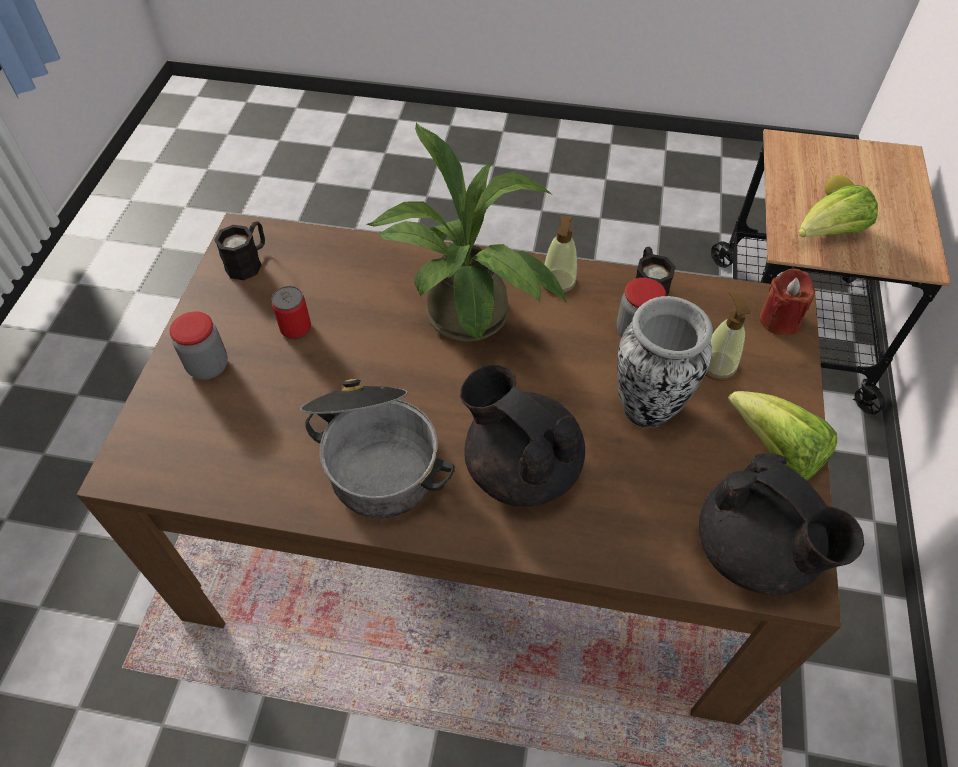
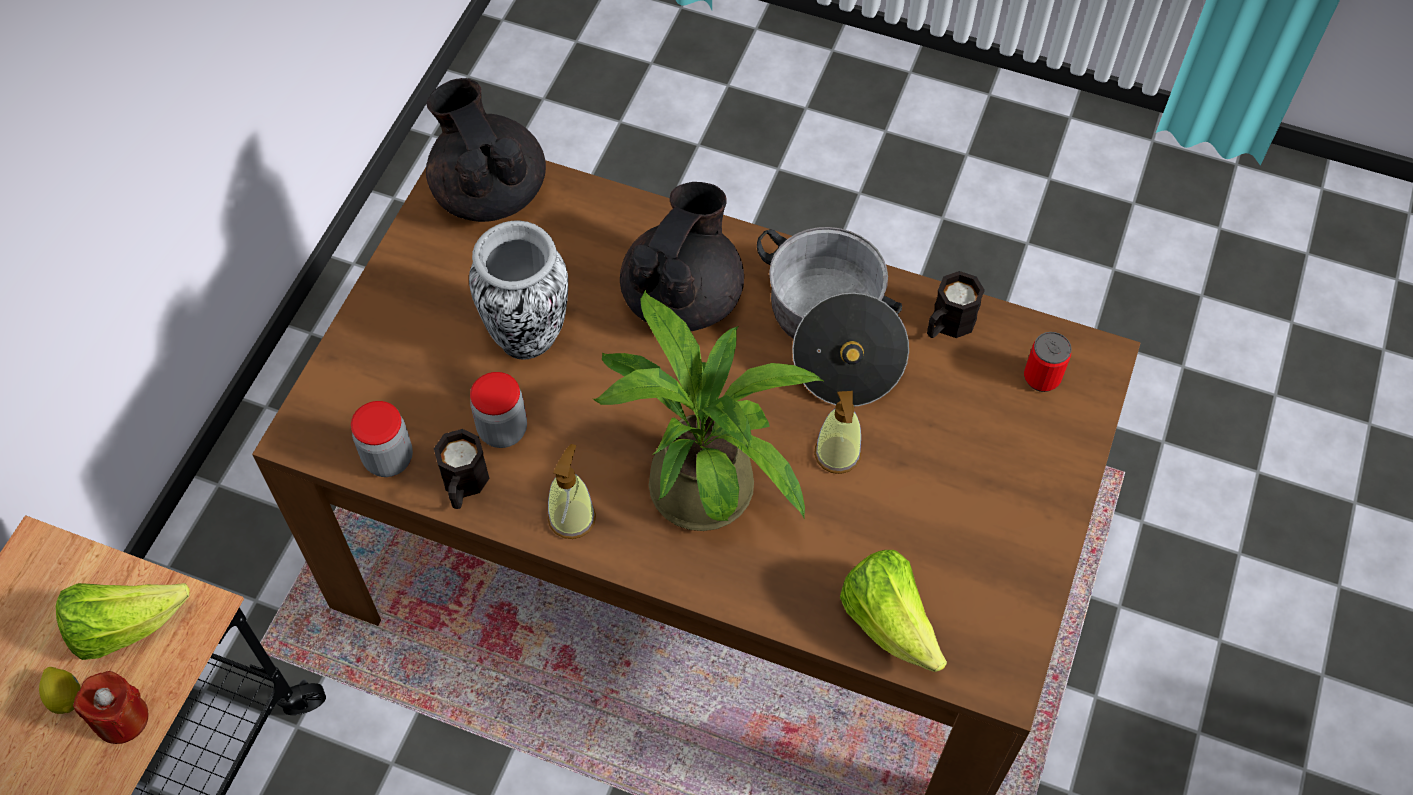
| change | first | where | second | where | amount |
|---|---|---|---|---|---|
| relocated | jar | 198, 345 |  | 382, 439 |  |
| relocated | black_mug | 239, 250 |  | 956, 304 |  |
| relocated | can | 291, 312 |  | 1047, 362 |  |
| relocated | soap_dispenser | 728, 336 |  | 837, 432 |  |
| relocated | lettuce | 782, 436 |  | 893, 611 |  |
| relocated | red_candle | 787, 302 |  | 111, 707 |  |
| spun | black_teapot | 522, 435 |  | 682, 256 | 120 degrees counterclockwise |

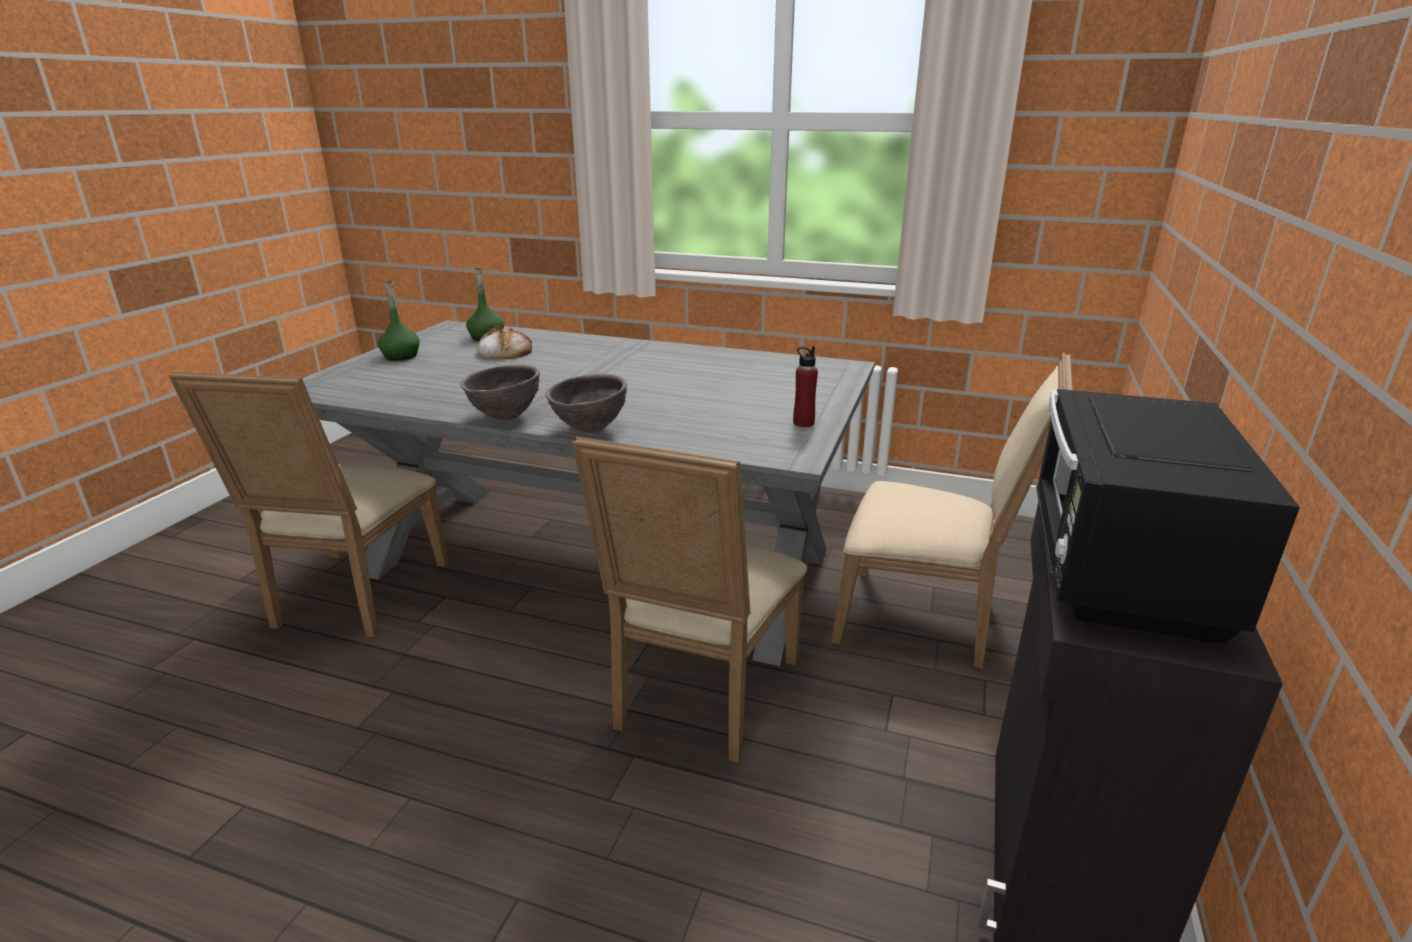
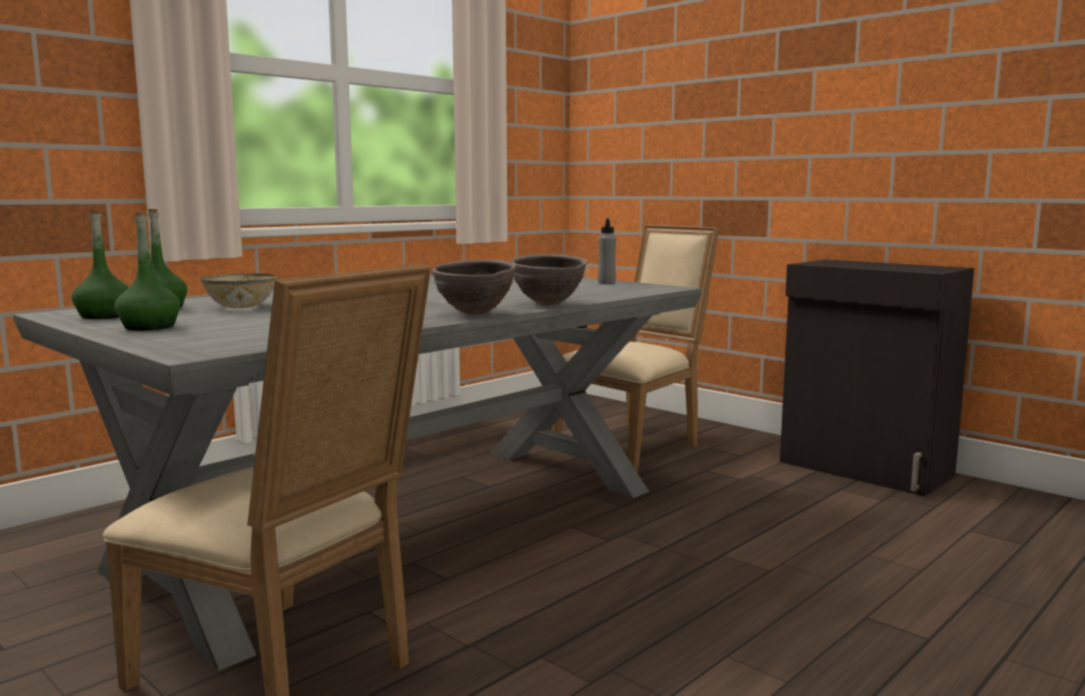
| change | first | where | second | where | amount |
|---|---|---|---|---|---|
| missing | beige_chair | 689, 600 |  |  |  |
| missing | black_microwave | 1168, 516 |  |  |  |
| appeared |  |  | green_bottle | 100, 264 |  |
| exchanged | bread | 504, 342 | bowl | 238, 290 |  |
| colour | red_bottle | 805, 386 | grey_bottle | 607, 251 |  |

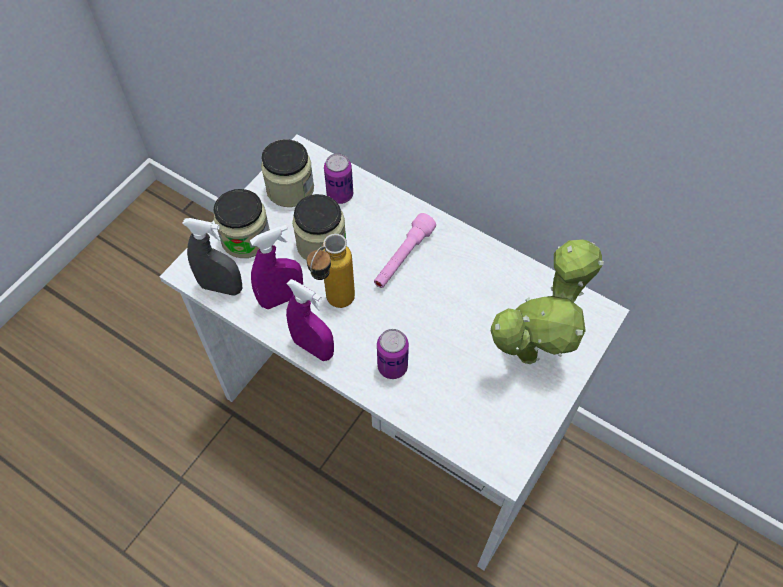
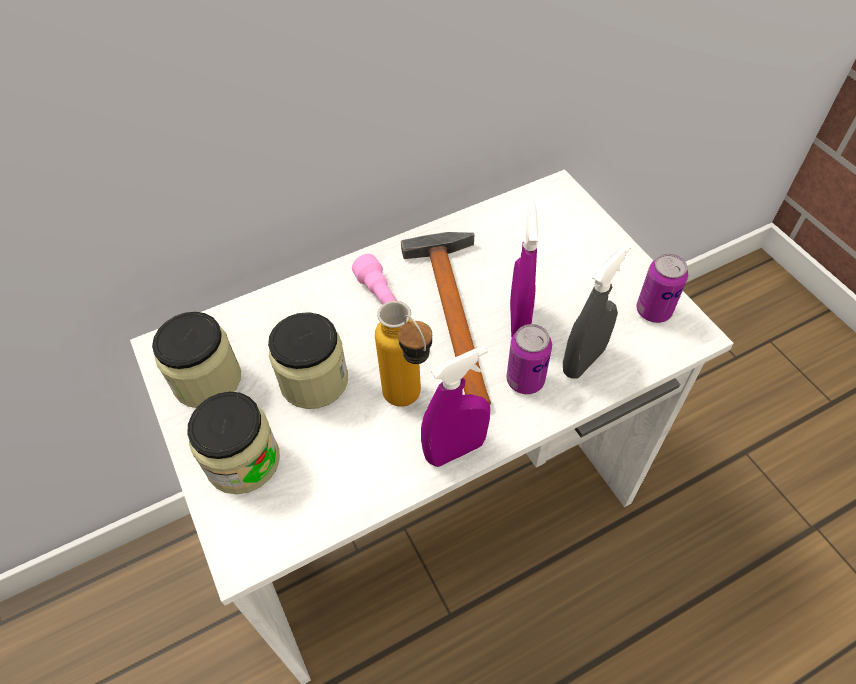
| change | first | where | second | where | amount |
|---|---|---|---|---|---|
| missing | potted_plant | 547, 301 |  |  |  |
| appeared |  |  | hammer | 446, 318 |  |
| relocated | grey_spray_bottle | 212, 257 |  | 596, 311 |  |
| relocated | purple_spray_bottle | 276, 267 |  | 524, 268 |  |
| relocated | can | 338, 178 |  | 662, 288 |  |

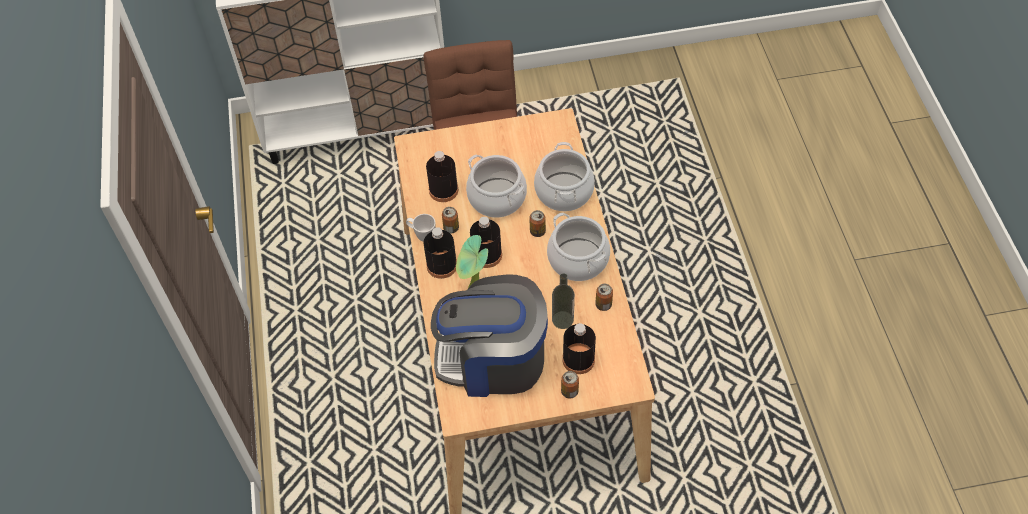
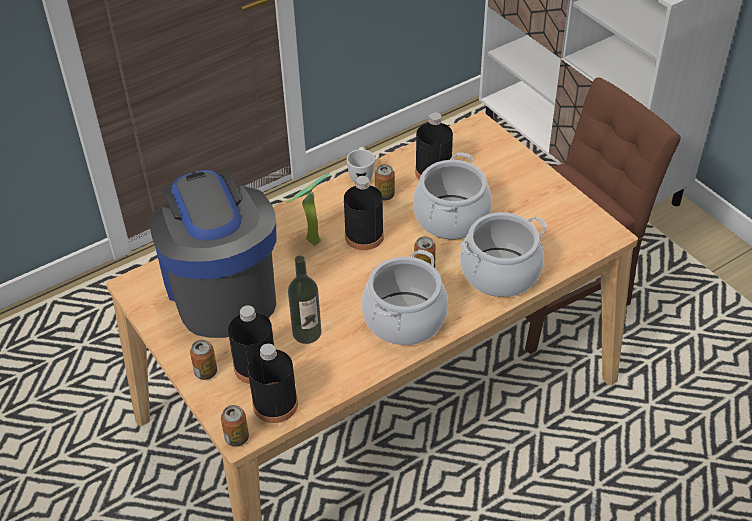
| change | first | where | second | where | amount |
|---|---|---|---|---|---|
| relocated | black_bottle | 440, 253 |  | 273, 383 |  |
| relocated | can | 604, 297 |  | 235, 426 |  |

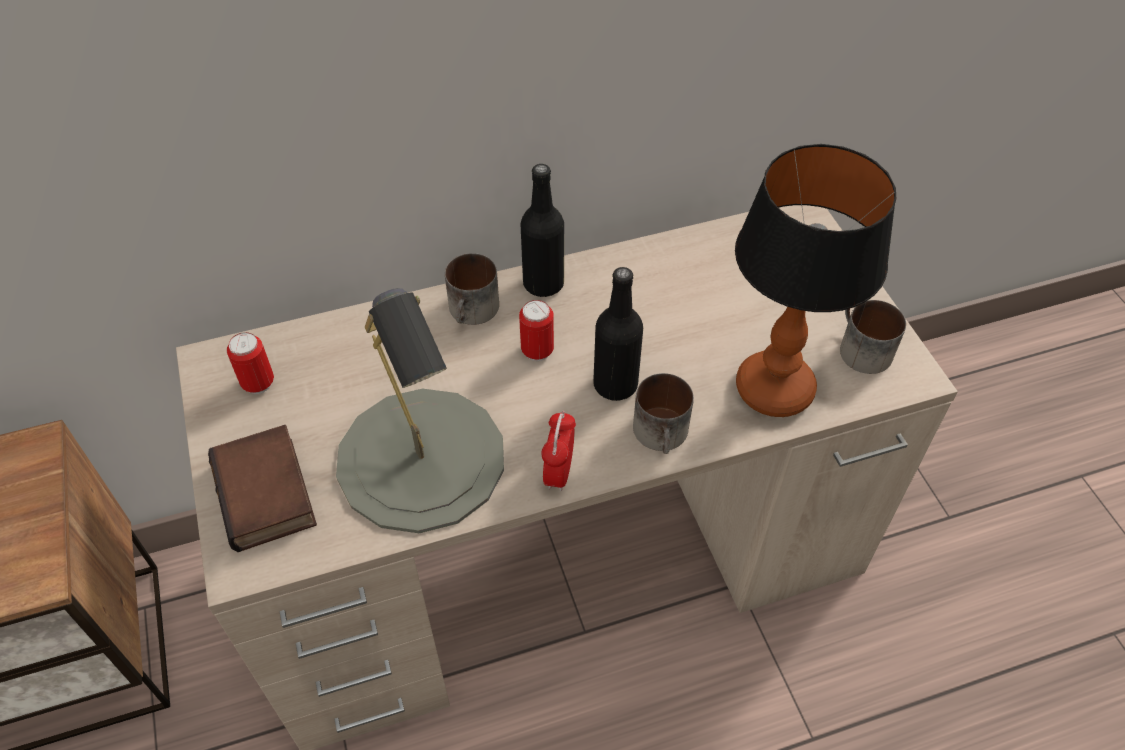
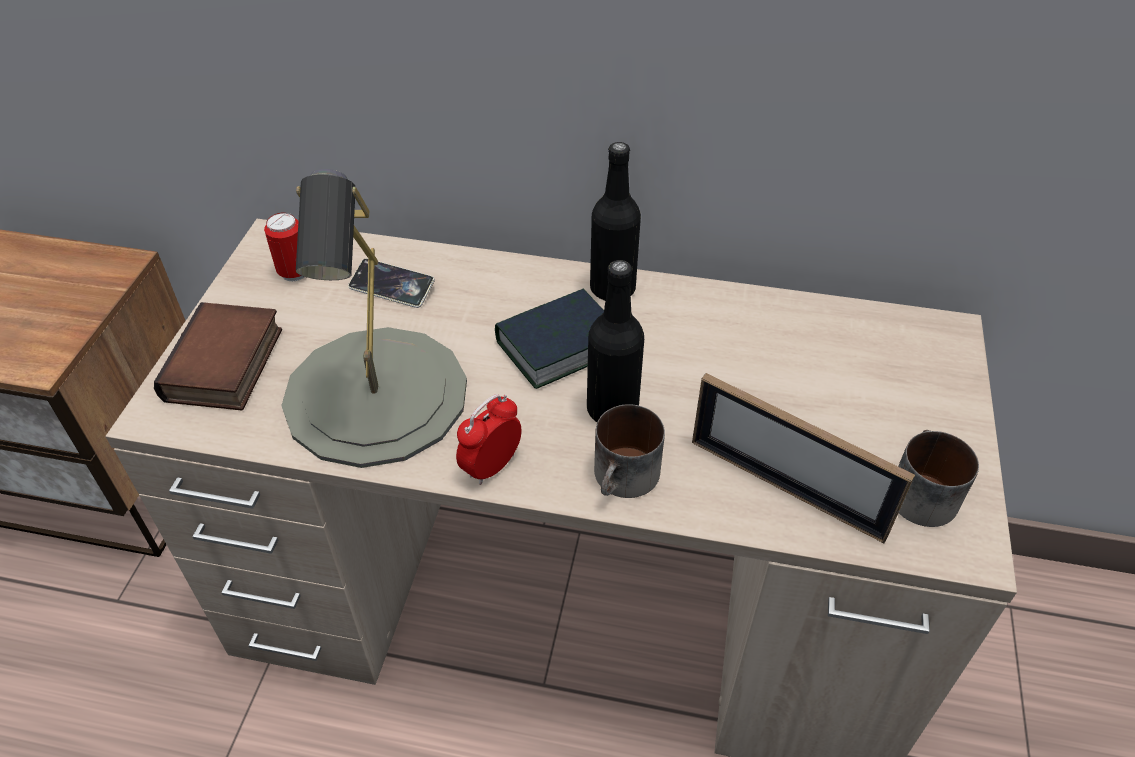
| change | first | where | second | where | amount |
|---|---|---|---|---|---|
| missing | mug | 472, 289 |  |  |  |
| appeared |  |  | phone | 391, 283 |  |
| exchanged | can | 536, 330 | book | 549, 339 |  |
| exchanged | table_lamp | 815, 280 | picture_frame | 803, 458 |  |

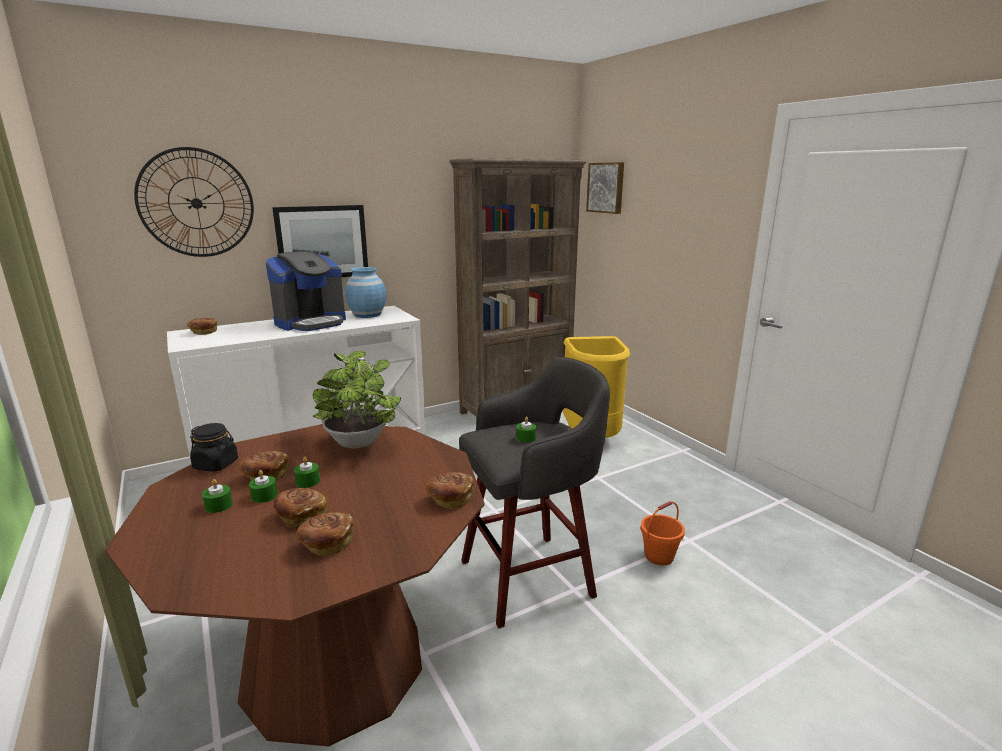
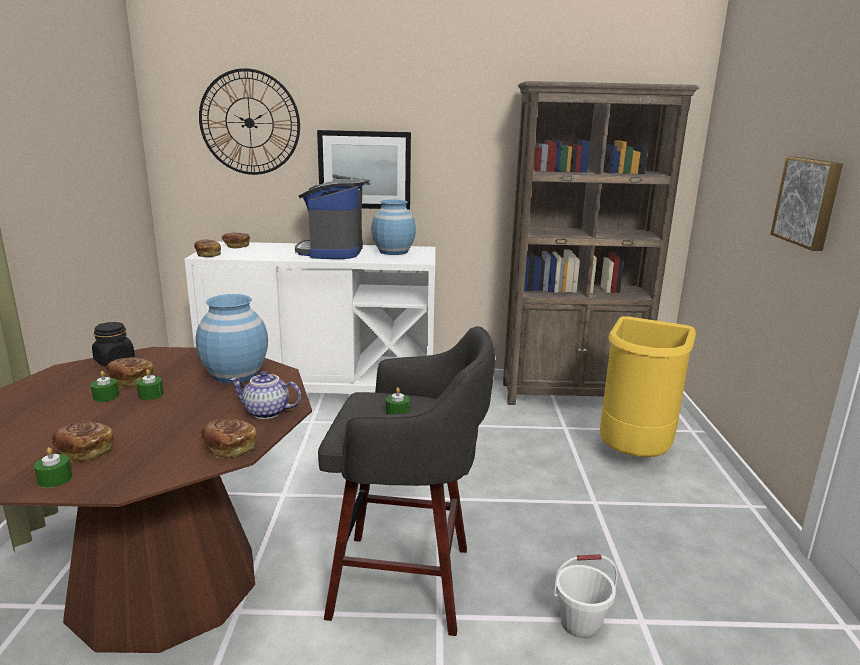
| change | first | where | second | where | amount |
|---|---|---|---|---|---|
| appeared |  |  | teapot | 265, 395 |  |
| relocated | green_candle | 217, 496 |  | 53, 467 |  |
| relocated | bread | 300, 507 |  | 207, 248 |  |
| relocated | picture | 605, 188 |  | 806, 203 |  |
| exchanged | potted_plant | 356, 399 | blue_vase | 232, 338 |  |
| colour | orange_bucket | 663, 533 | white_bucket | 585, 596 |  |
| spun | coffee_machine | 306, 291 |  | 330, 219 | 105 degrees clockwise |

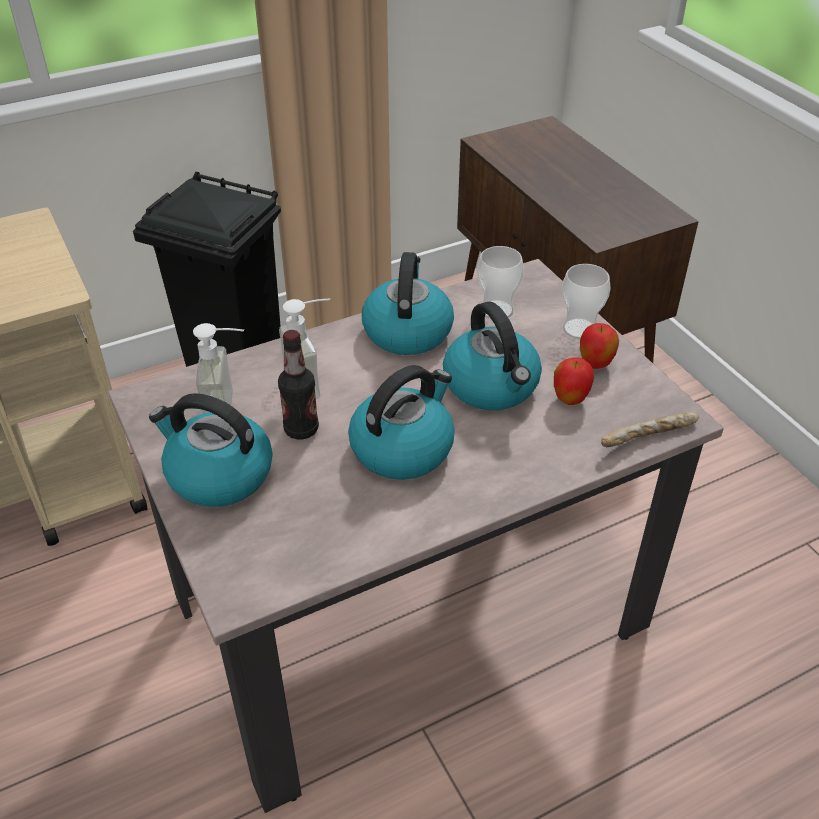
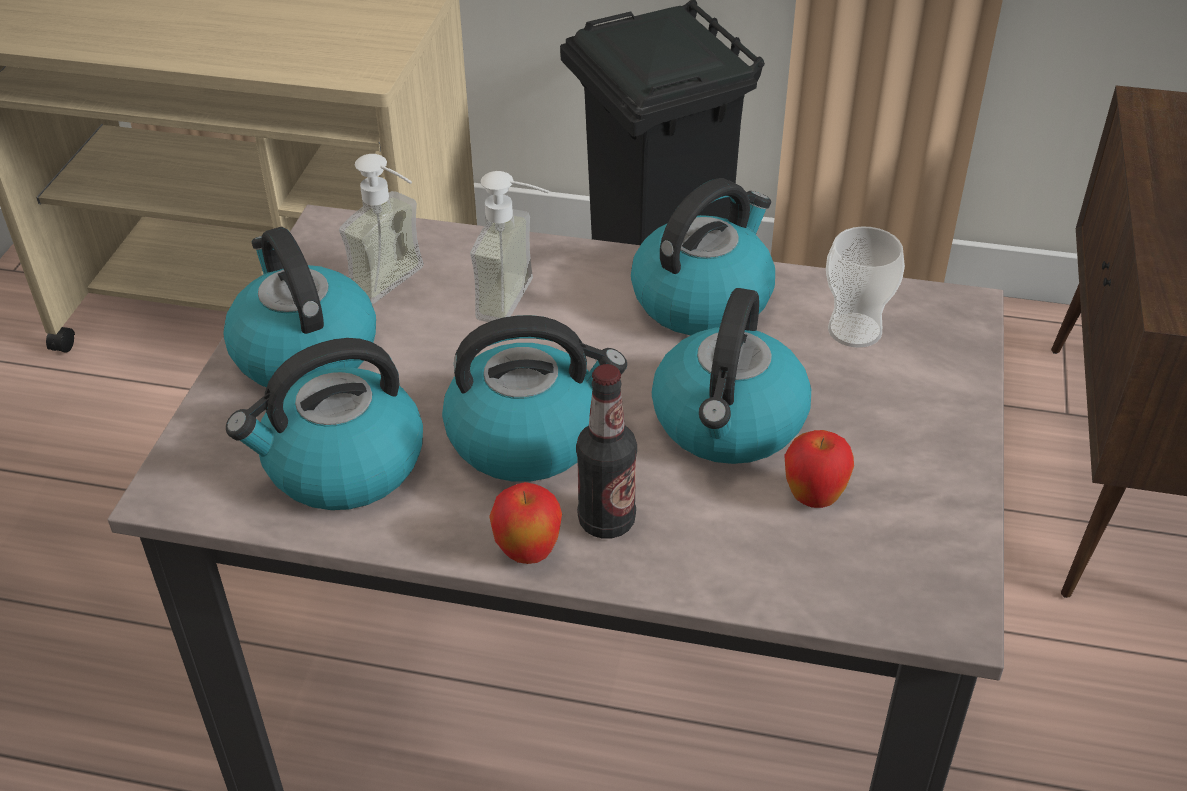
| change | first | where | second | where | amount |
|---|---|---|---|---|---|
| missing | cup | 586, 301 |  |  |  |
| missing | bread | 650, 429 |  |  |  |
| appeared |  |  | kettle | 324, 424 |  |
| relocated | bottle | 298, 384 |  | 606, 451 |  |
| relocated | apple | 599, 346 |  | 525, 523 |  |

